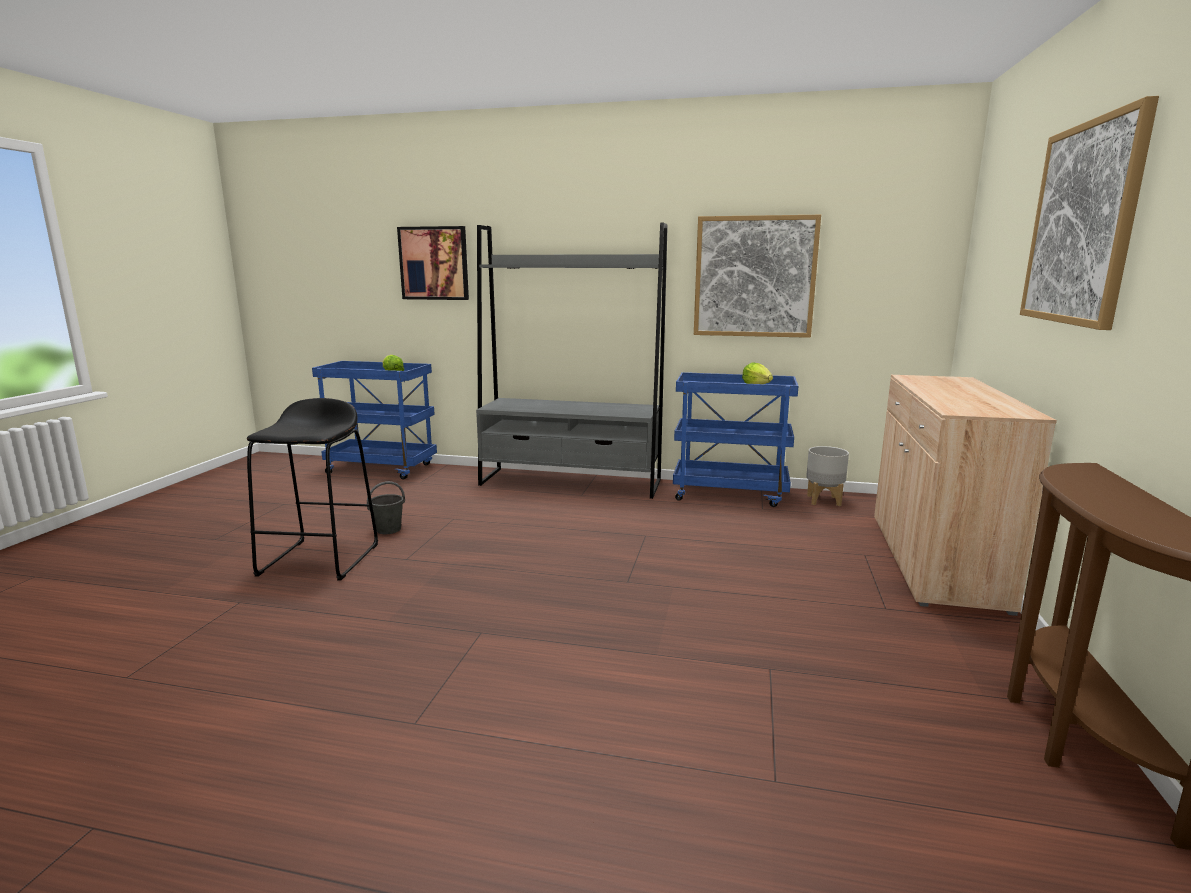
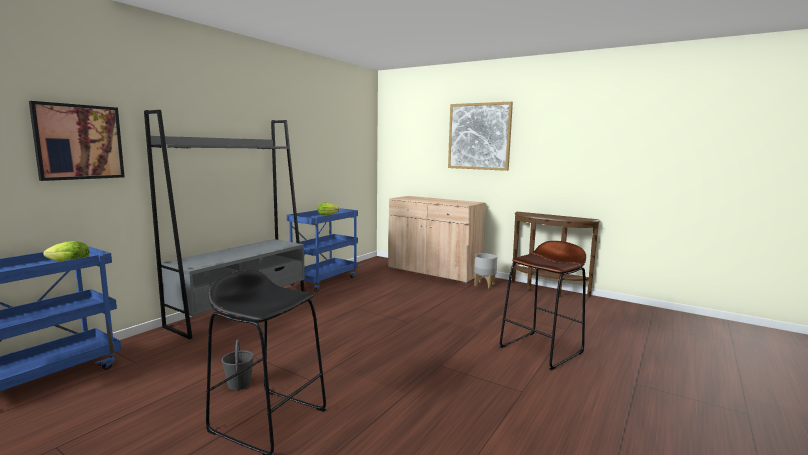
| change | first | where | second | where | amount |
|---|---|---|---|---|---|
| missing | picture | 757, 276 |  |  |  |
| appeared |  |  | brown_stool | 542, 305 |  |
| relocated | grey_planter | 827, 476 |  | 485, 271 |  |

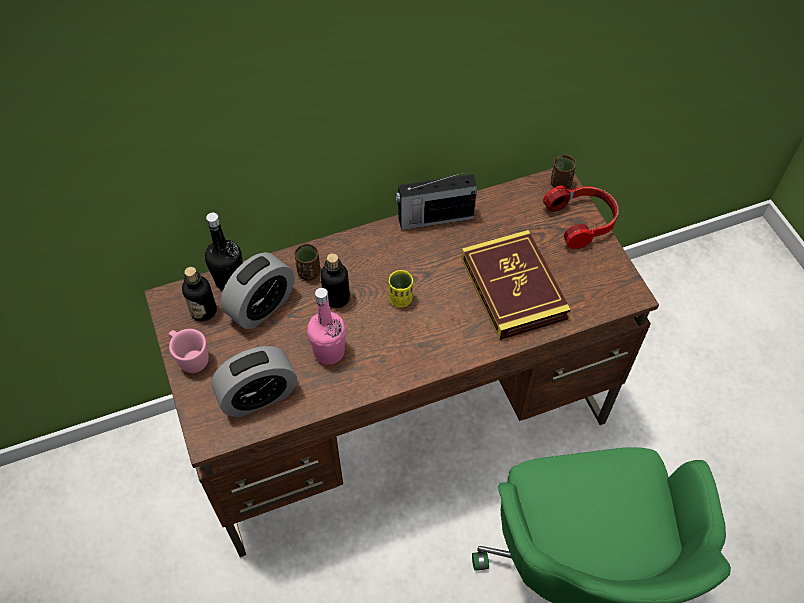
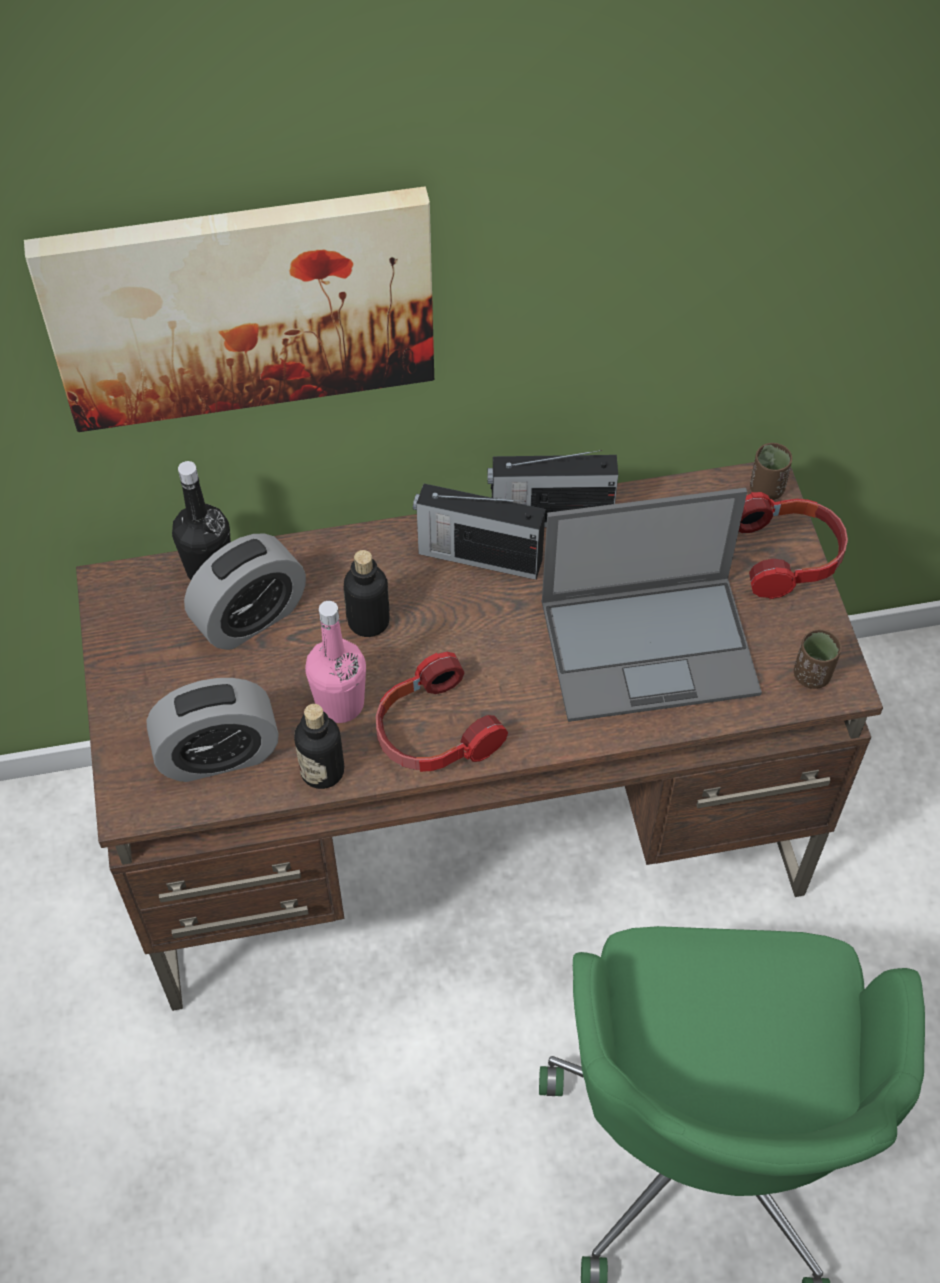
| change | first | where | second | where | amount |
|---|---|---|---|---|---|
| missing | pink_mug | 189, 351 |  |  |  |
| missing | yellow_cup | 401, 289 |  |  |  |
| appeared |  |  | picture | 229, 309 |  |
| appeared |  |  | headphones | 442, 712 |  |
| appeared |  |  | radio | 479, 532 |  |
| relocated | bottle | 199, 294 |  | 319, 746 |  |
| relocated | brown_cup | 307, 262 |  | 818, 659 |  |
| exchanged | book | 516, 285 | laptop | 652, 605 |  |

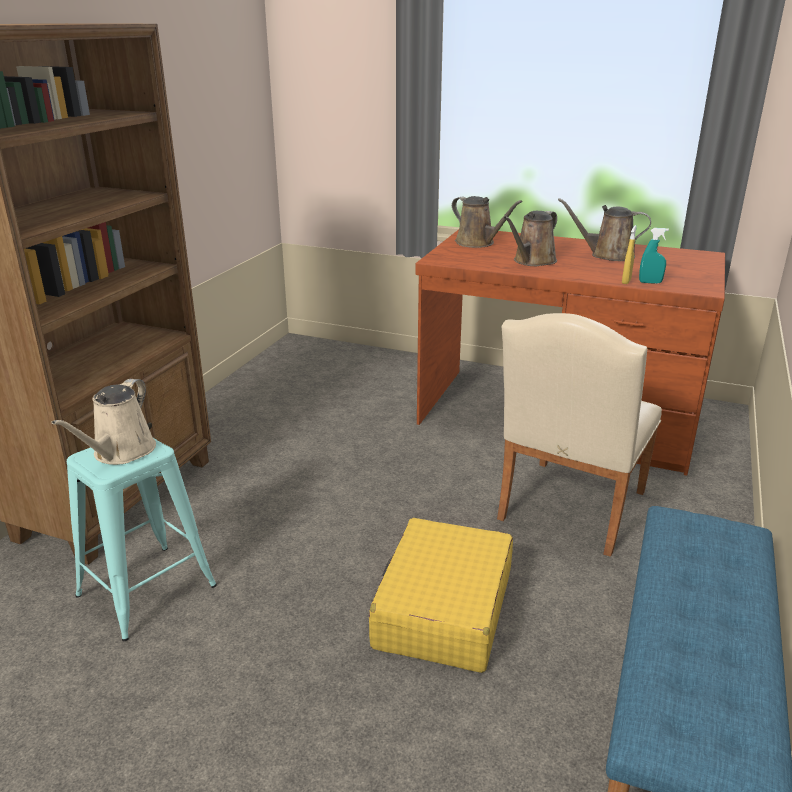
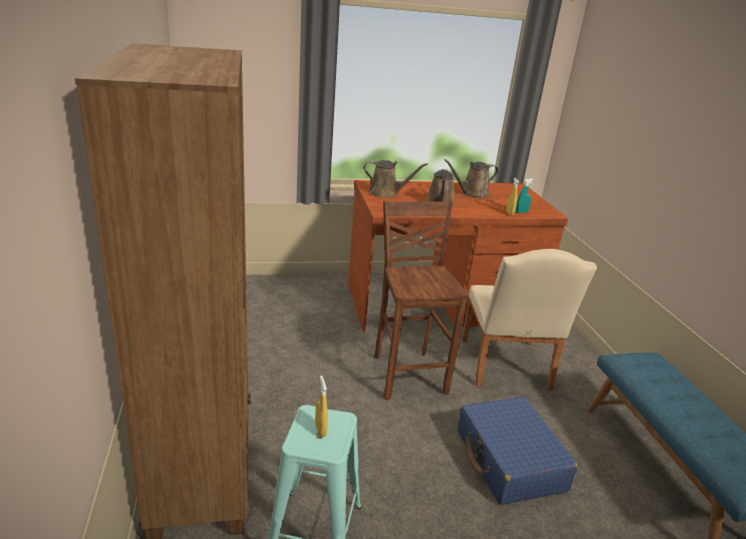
| change | first | where | second | where | amount |
|---|---|---|---|---|---|
| appeared |  |  | brown_stool | 422, 300 |  |
| exchanged | beige_watering_can | 103, 422 | yellow_spray_bottle | 321, 406 |  |
| colour | yellow_suitcase | 441, 595 | blue_suitcase | 518, 451 |  |

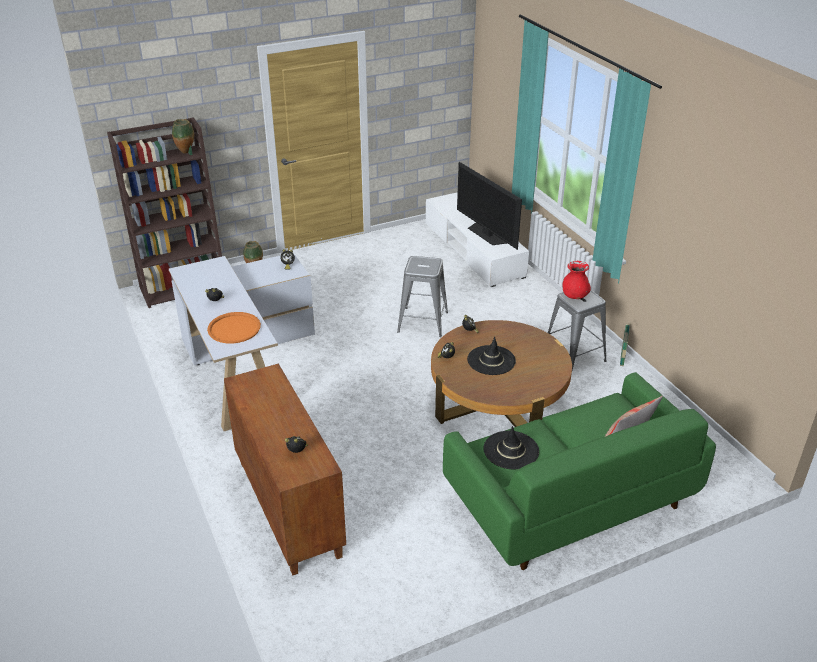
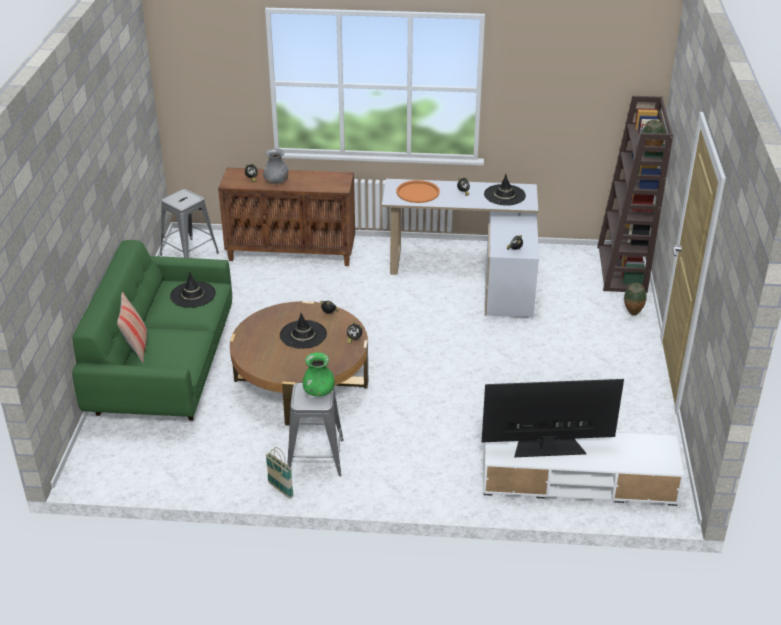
| change | first | where | second | where | amount |
|---|---|---|---|---|---|
| appeared |  |  | grey_vase | 275, 166 |  |
| appeared |  |  | black_hat | 505, 189 |  |
| relocated | grey_stool | 422, 296 |  | 189, 223 |  |
| colour | red_vase | 577, 280 | green_vase | 319, 374 |  |

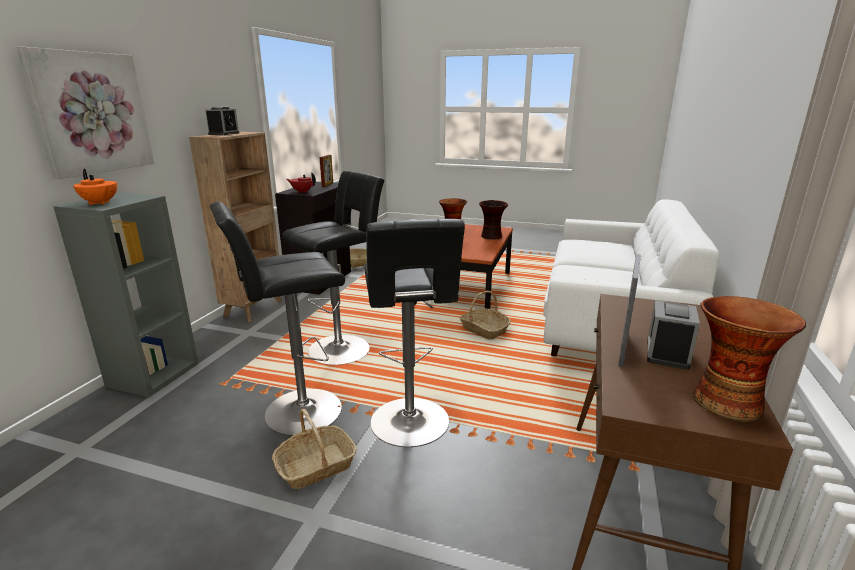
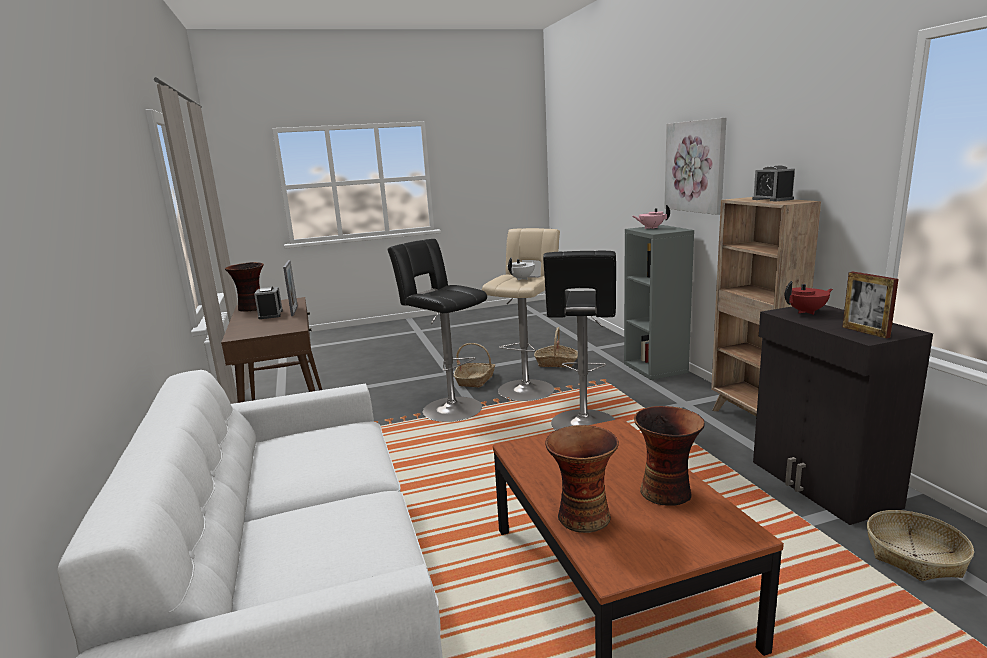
| change | first | where | second | where | amount |
|---|---|---|---|---|---|
| appeared |  |  | white_teapot | 521, 269 |  |
| relocated | basket | 485, 315 |  | 556, 347 |  |
| colour | orange_teapot | 95, 187 | pink_teapot | 651, 217 |  |
| colour | black_stool | 277, 318 | beige_stool | 521, 314 |  |

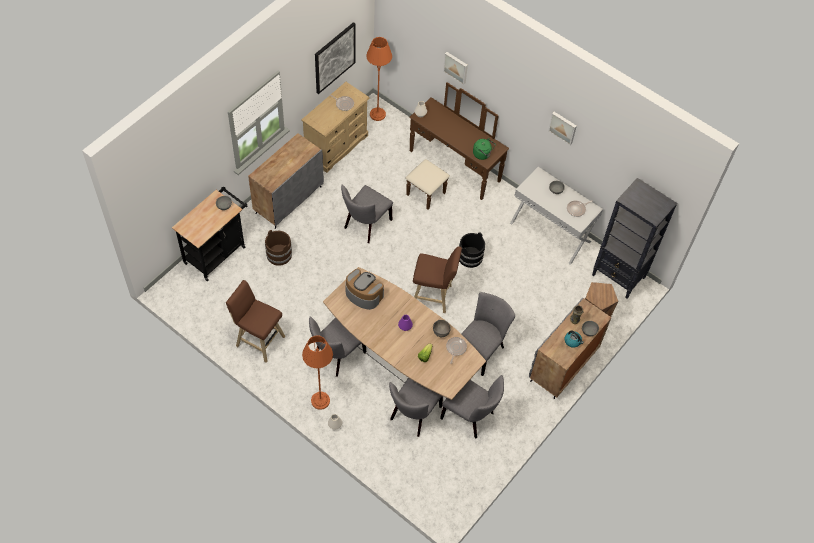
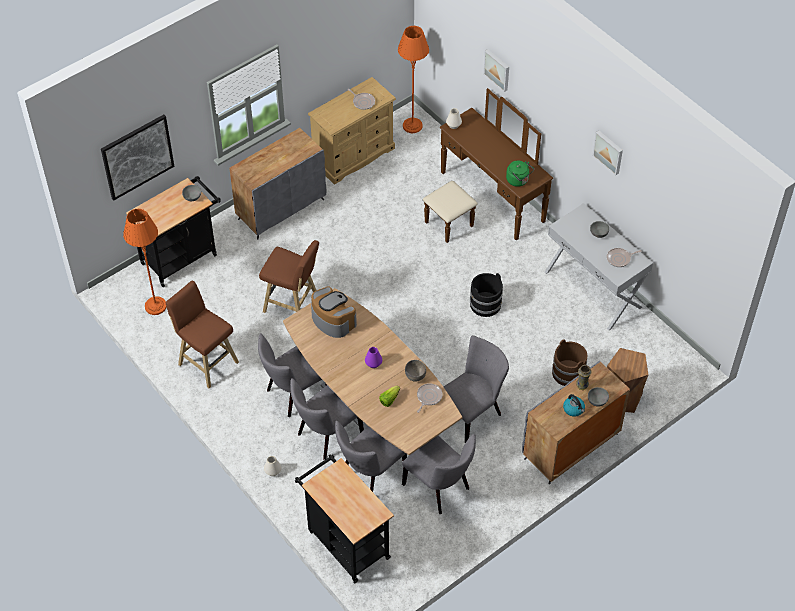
| change | first | where | second | where | amount |
|---|---|---|---|---|---|
| missing | black_bookcase | 634, 238 |  |  |  |
| appeared |  |  | black_cart | 344, 518 |  |
| relocated | brown_bucket | 278, 248 |  | 569, 362 |  |
| relocated | orange_floor_lamp | 317, 372 |  | 144, 262 |  |
| relocated | picture | 335, 58 |  | 137, 157 |  |
| relocated | grey_chair | 367, 214 |  | 327, 419 |  |
| relocated | brown_stool | 437, 279 |  | 289, 276 |  |

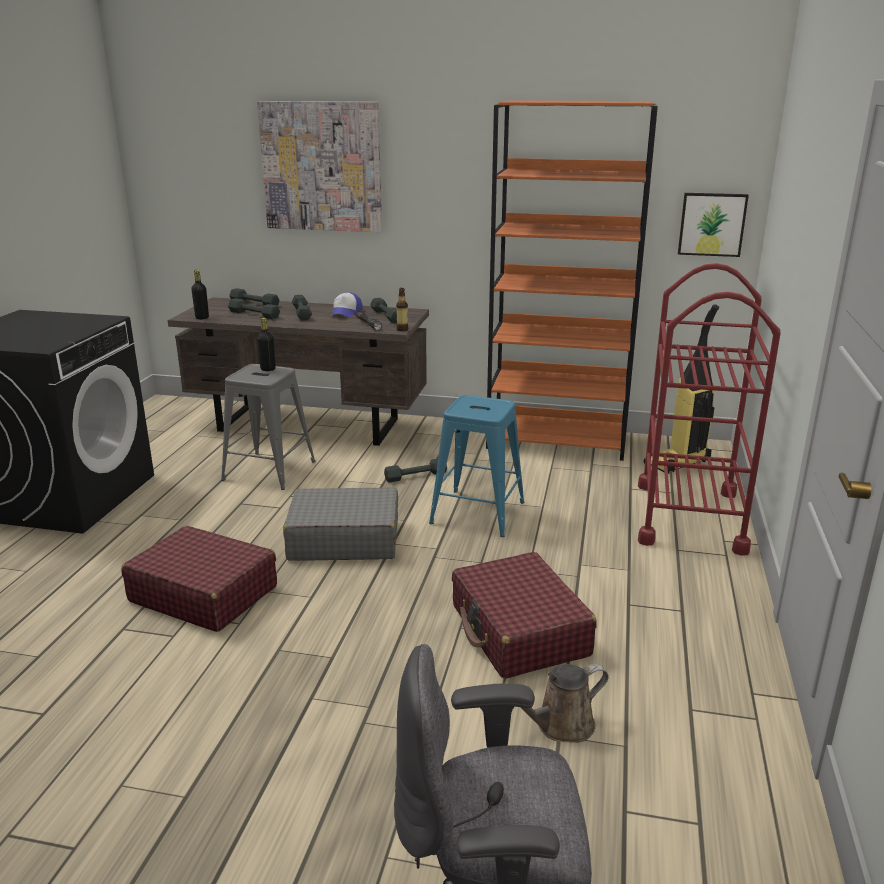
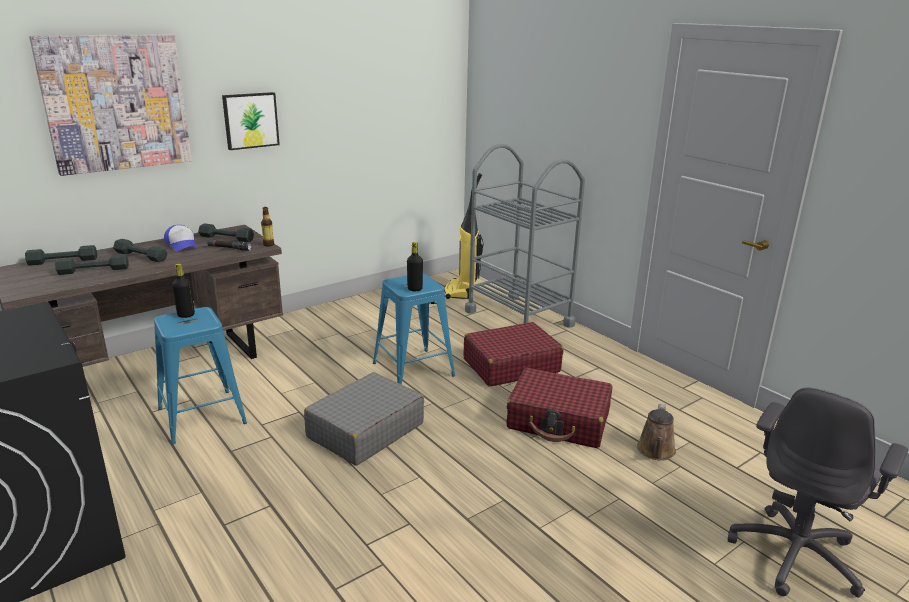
| change | first | where | second | where | amount |
|---|---|---|---|---|---|
| missing | grey_dumbbell | 415, 471 |  |  |  |
| missing | orange_bookcase | 572, 280 |  |  |  |
| relocated | red_suitcase | 199, 579 |  | 513, 354 |  |
| relocated | black_bottle | 200, 294 |  | 415, 266 |  |
| relocated | picture | 713, 225 |  | 251, 121 |  |
| colour | grey_stool | 268, 427 | blue_stool | 200, 375 |  |
| colour | red_cart | 709, 409 | grey_cart | 525, 236 |  |

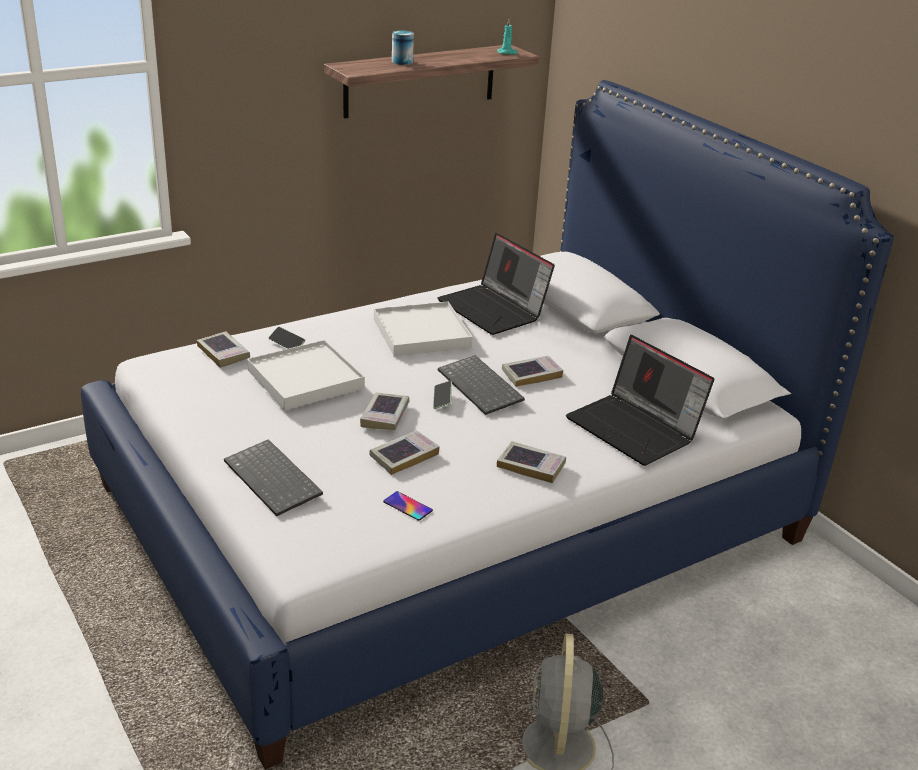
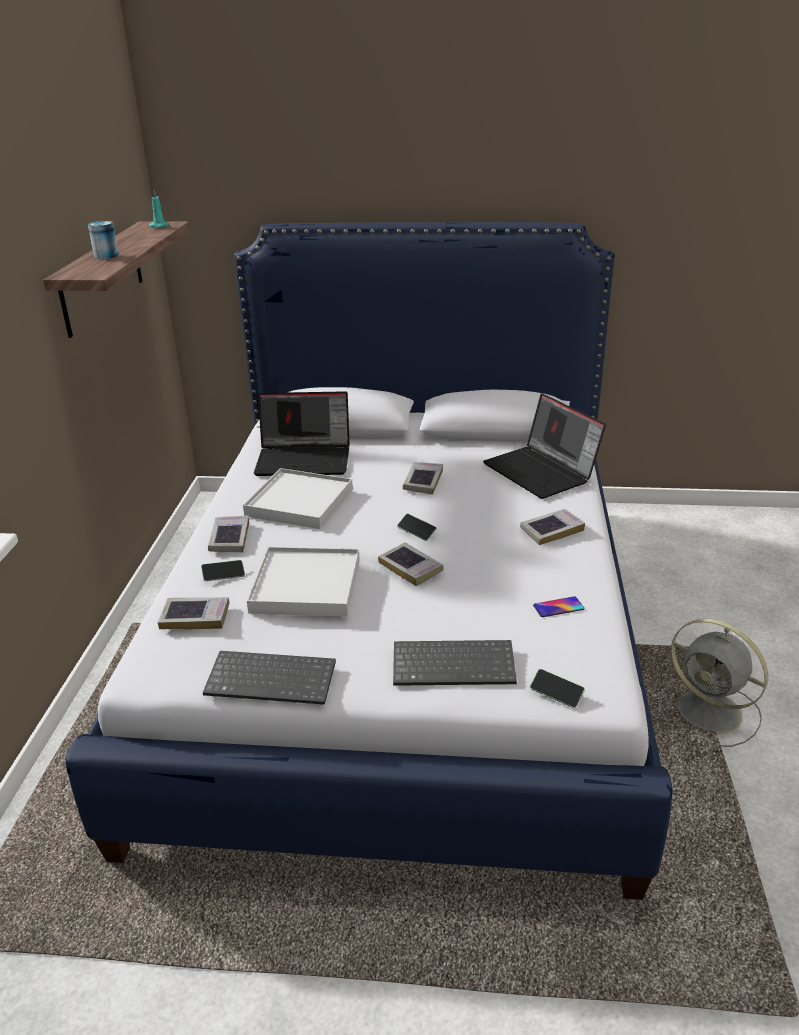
| change | first | where | second | where | amount |
|---|---|---|---|---|---|
| appeared |  |  | phone | 557, 688 |  |
| relocated | book | 404, 453 |  | 228, 534 |  |
| relocated | keyboard | 481, 385 |  | 269, 678 |  |
| spun | laptop | 640, 400 |  | 544, 446 | 60 degrees clockwise |

